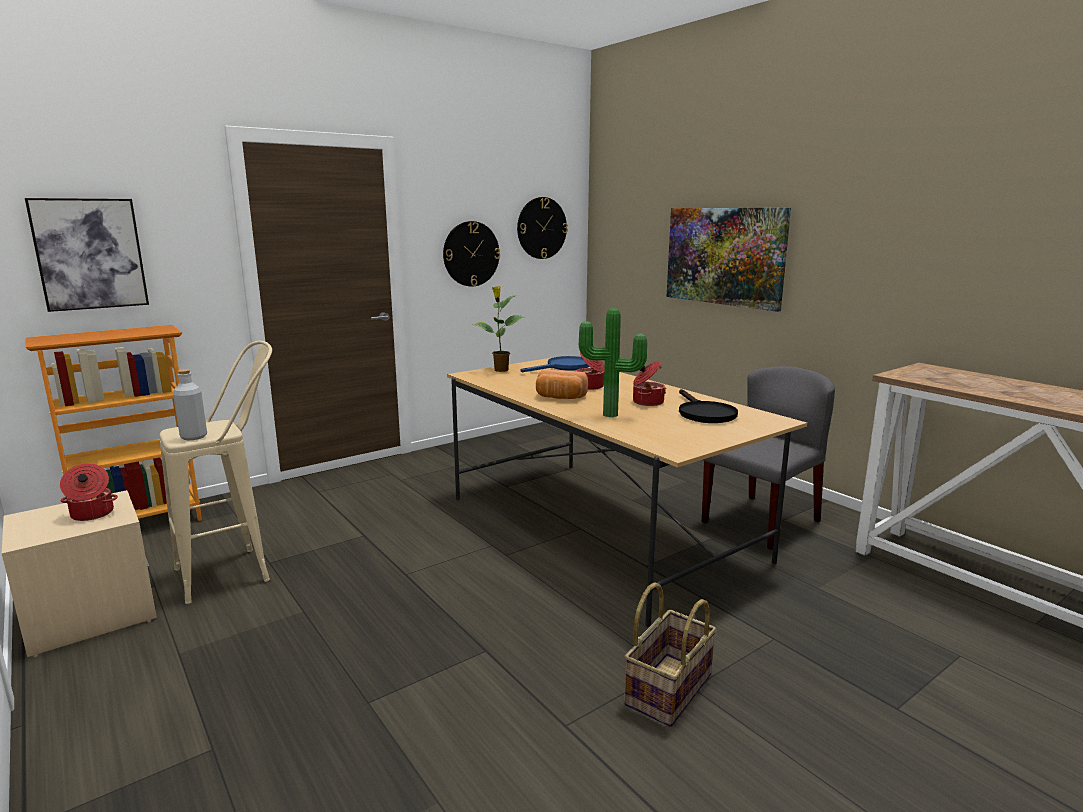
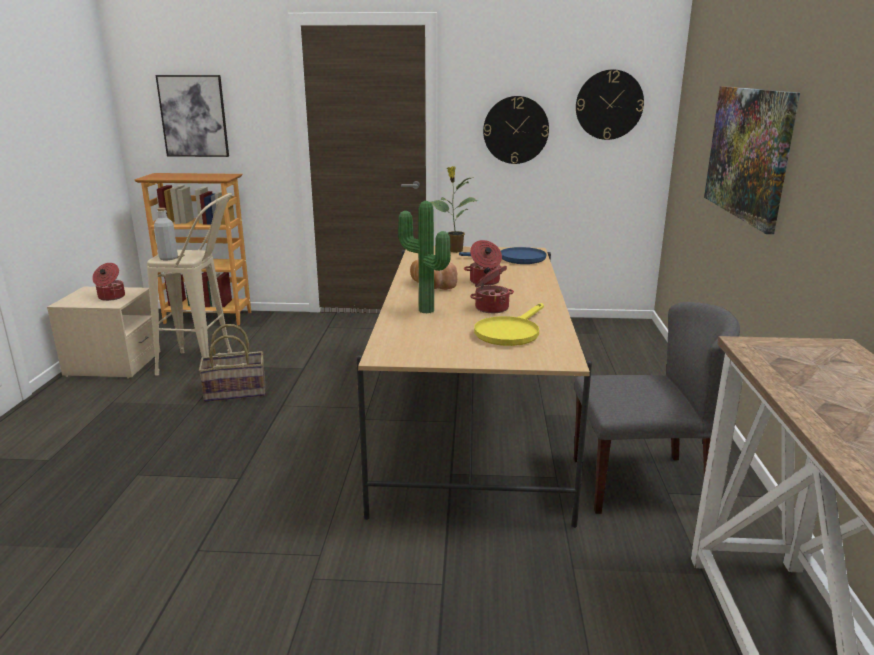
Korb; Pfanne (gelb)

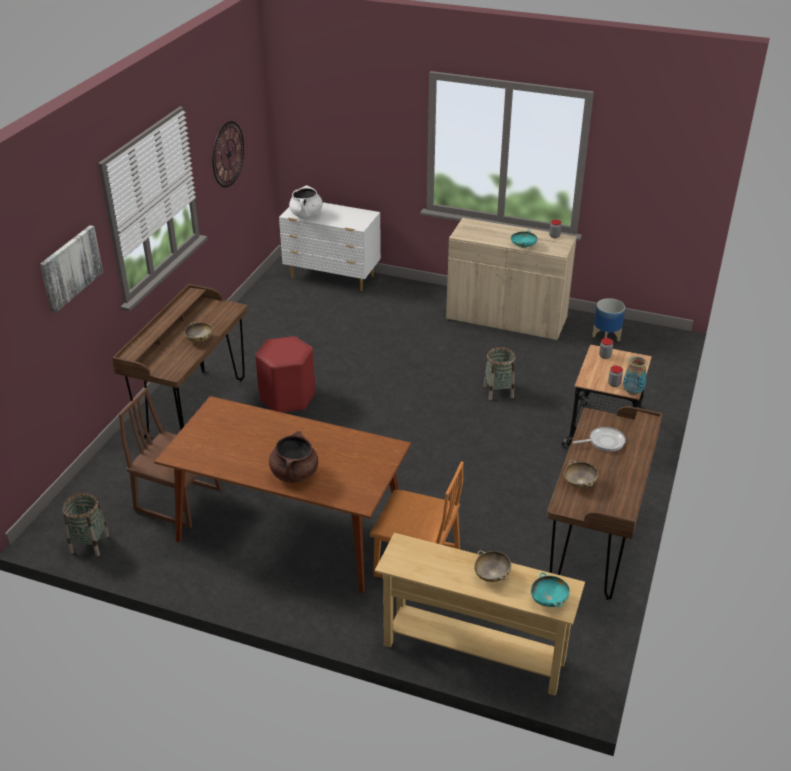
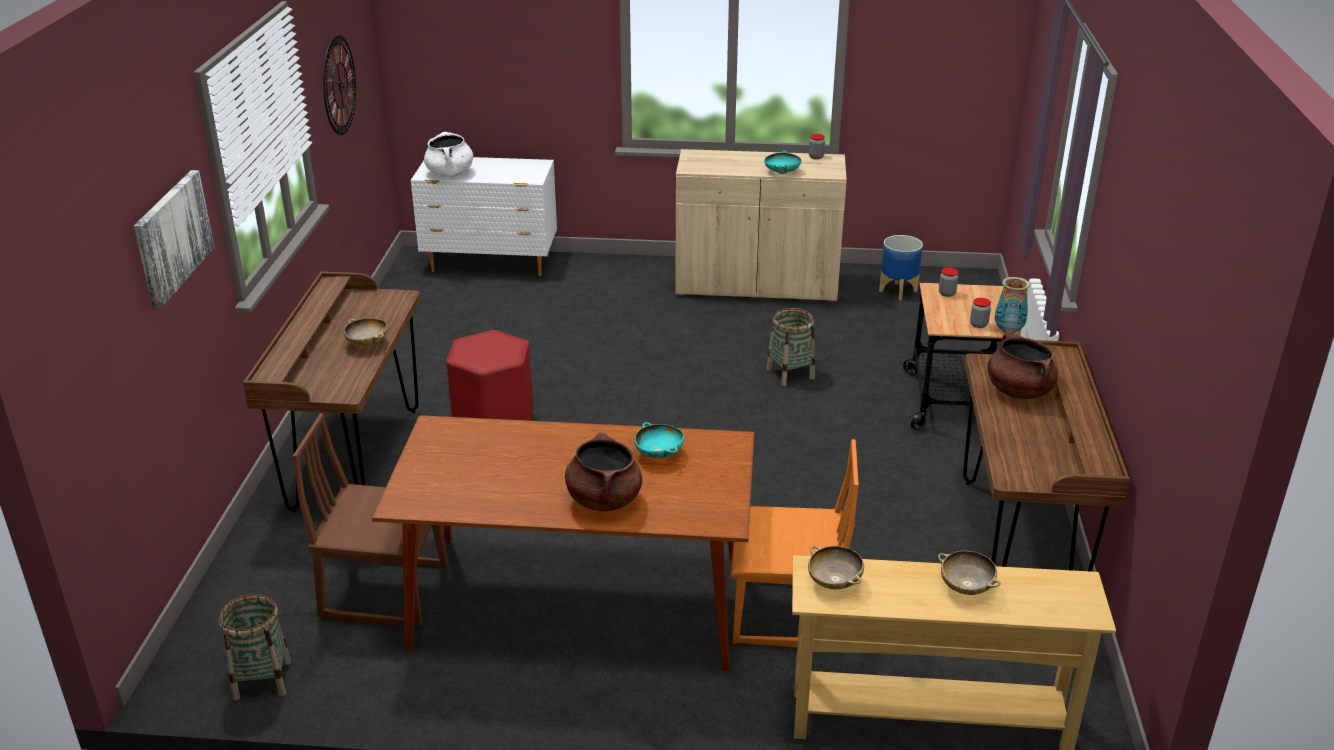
Schüssel (türkis) (no. 1 from left); Schüssel (beige) (no. 2 from left); Kochtopf (braun) (no. 2 from left)

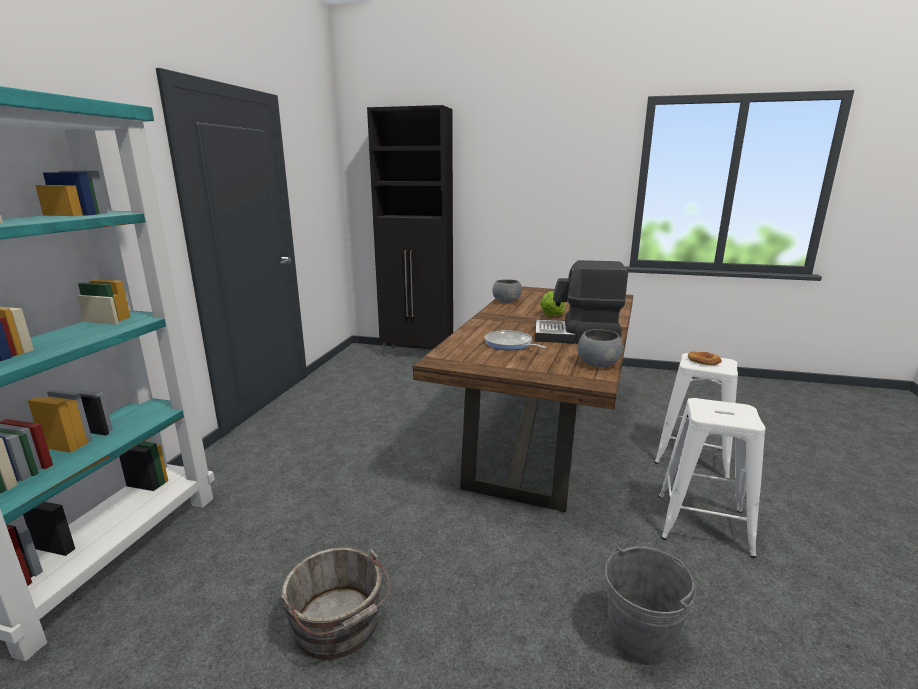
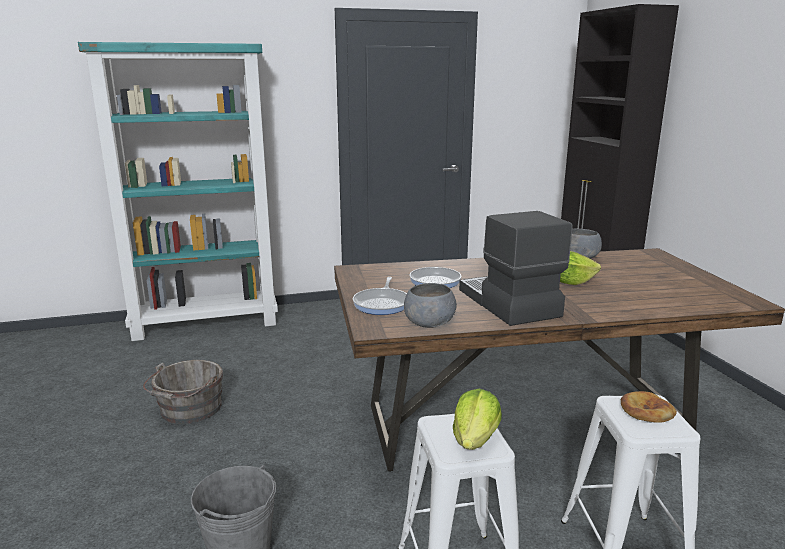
Pfanne (no. 1 from left); Salatkopf (no. 1 from left)

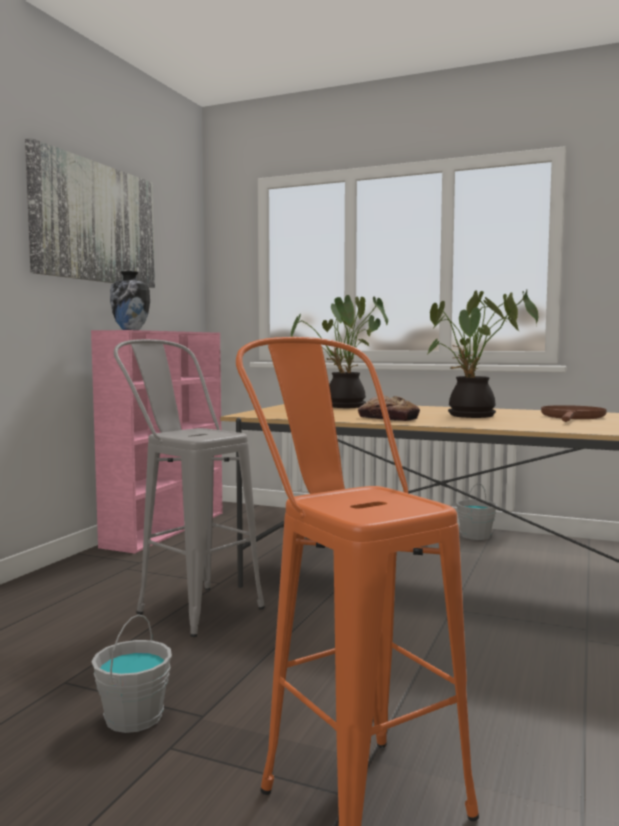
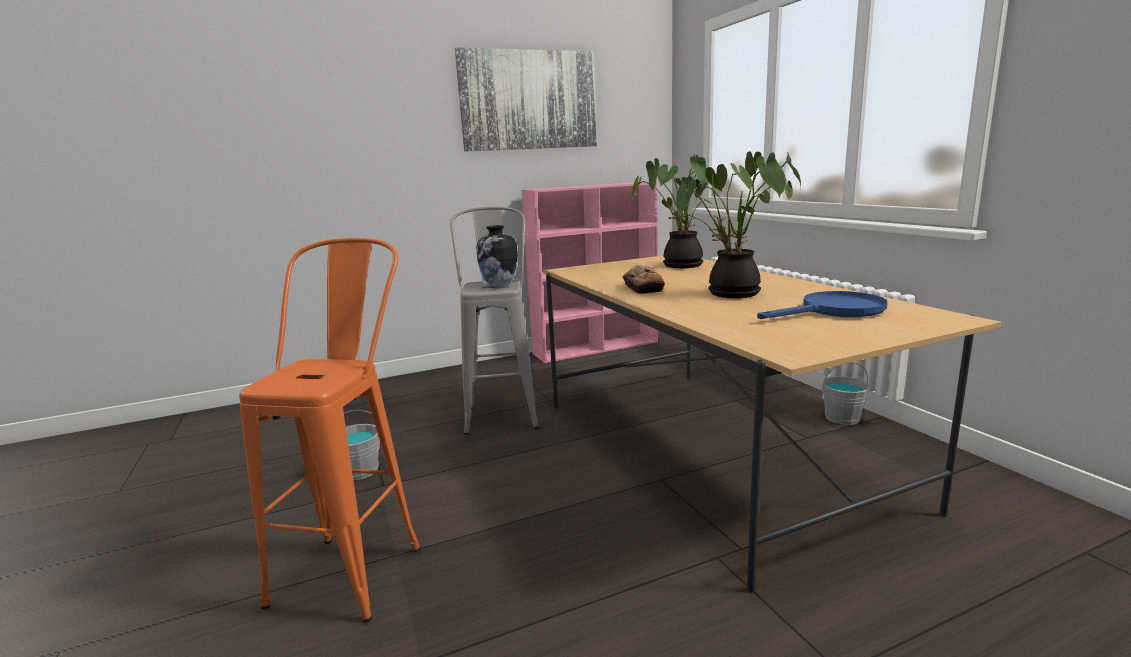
Vase; Pfanne (blau)

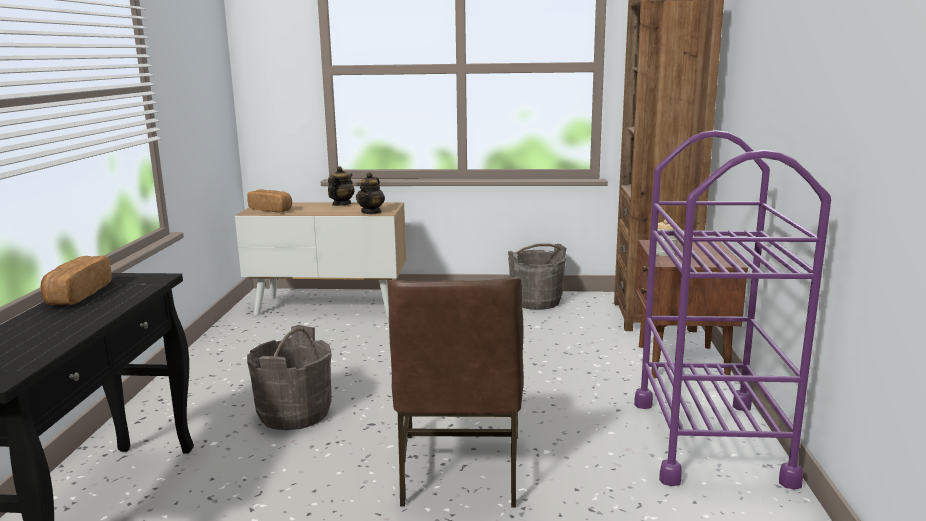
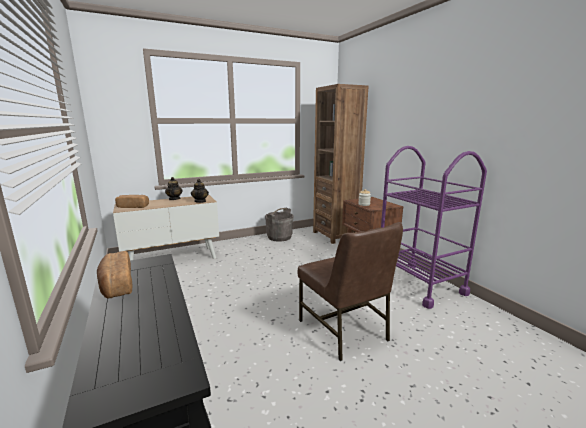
Eimer (grau) (no. 1 from left in the first image)

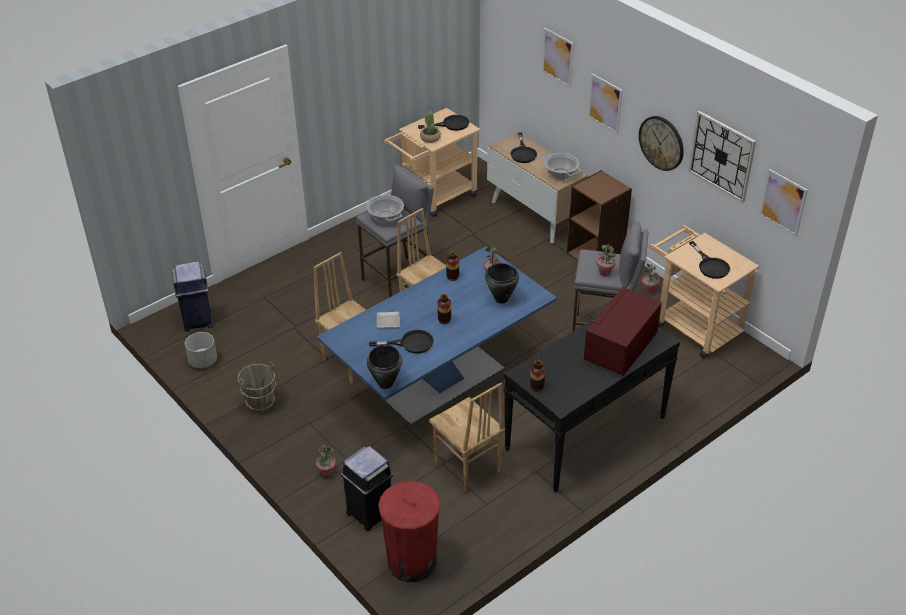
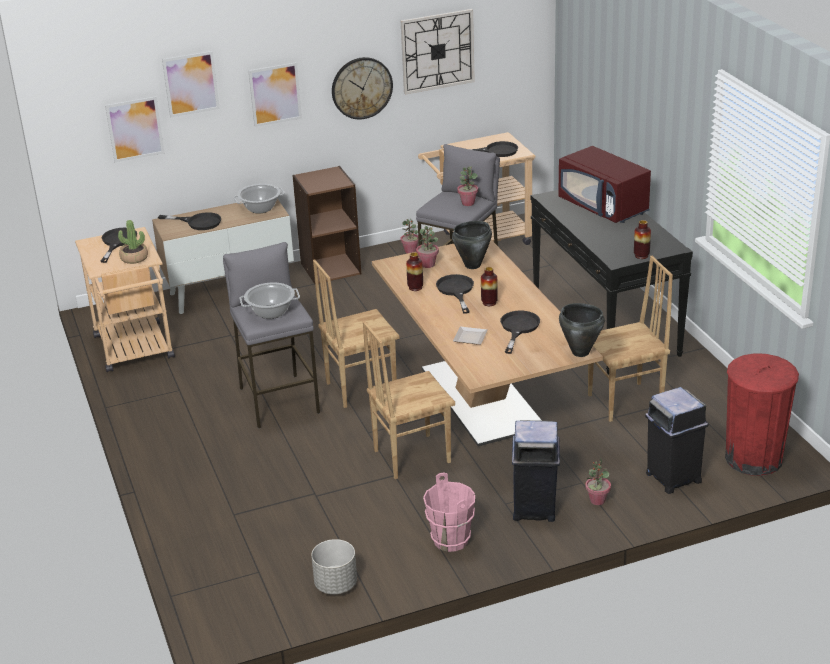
Mülleimer (blau); Eimer (rosa); Esstisch (beige); Bild (no. 1 from left); Pfanne (schwarz) (no. 3 from left)

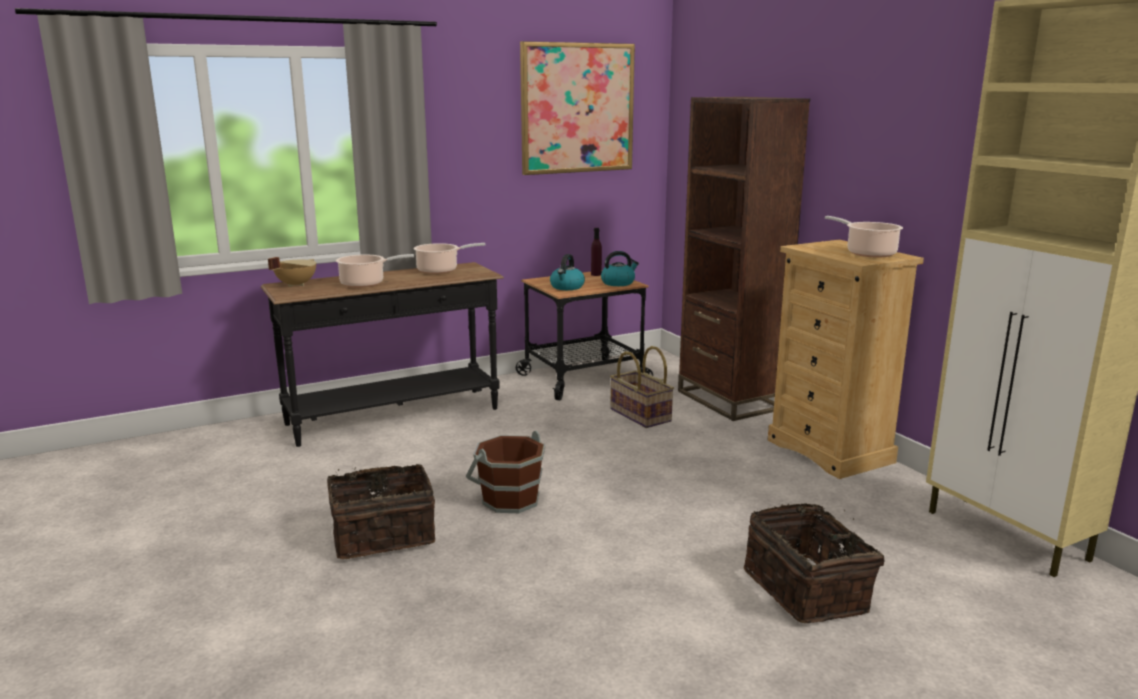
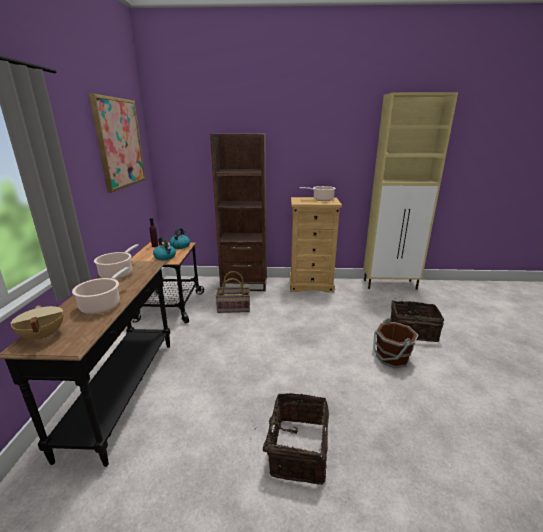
Eimer (braun)

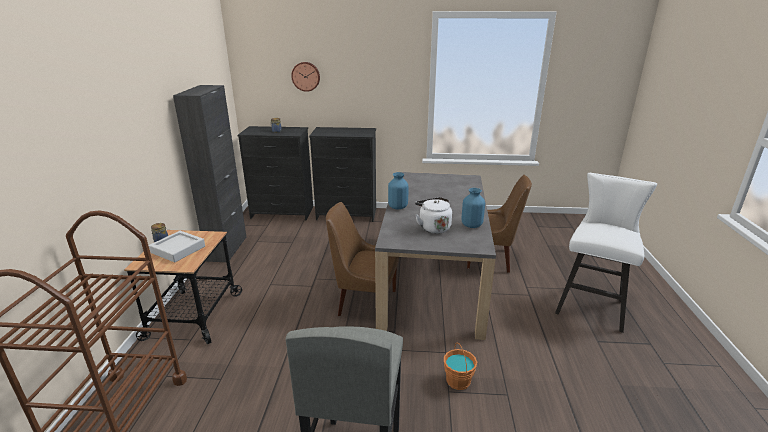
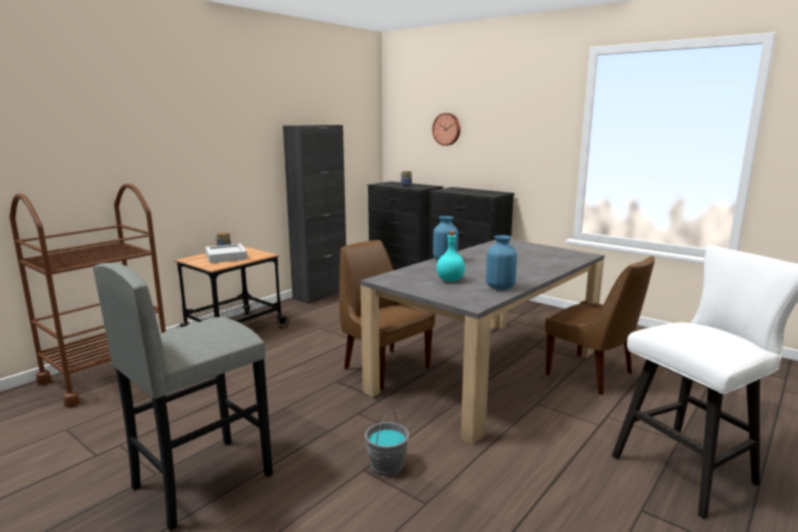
Flasche (türkis); Eimer (grau)

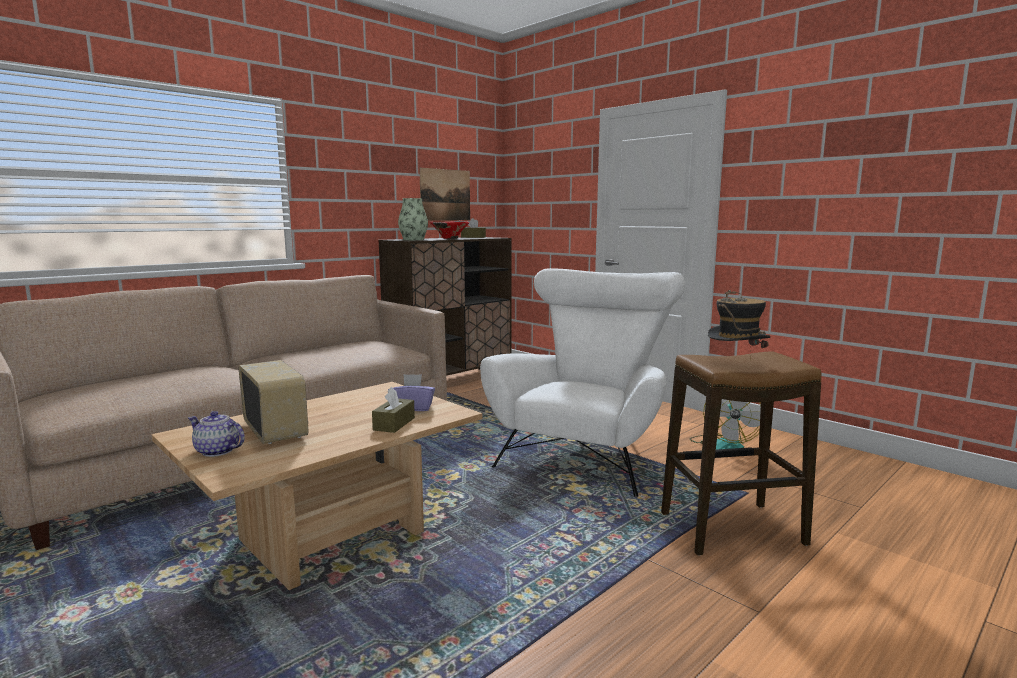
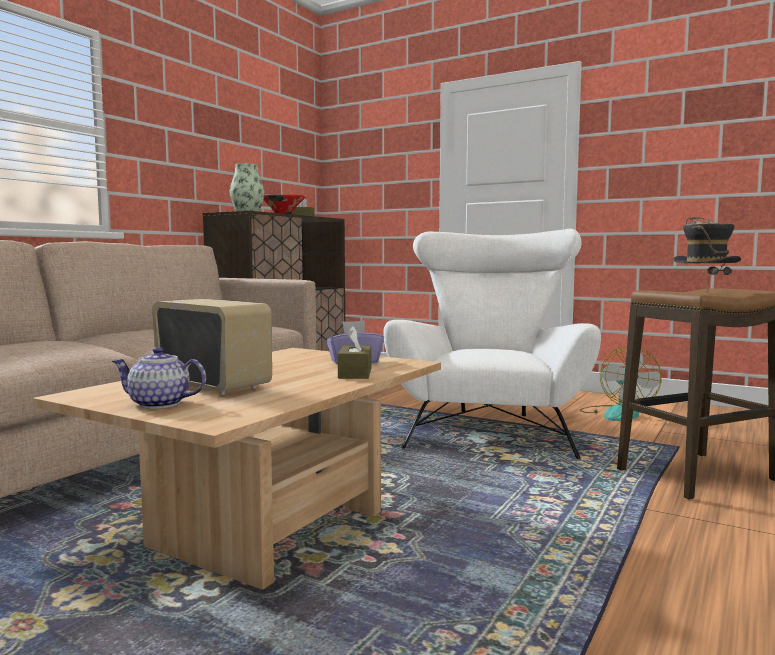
Bild

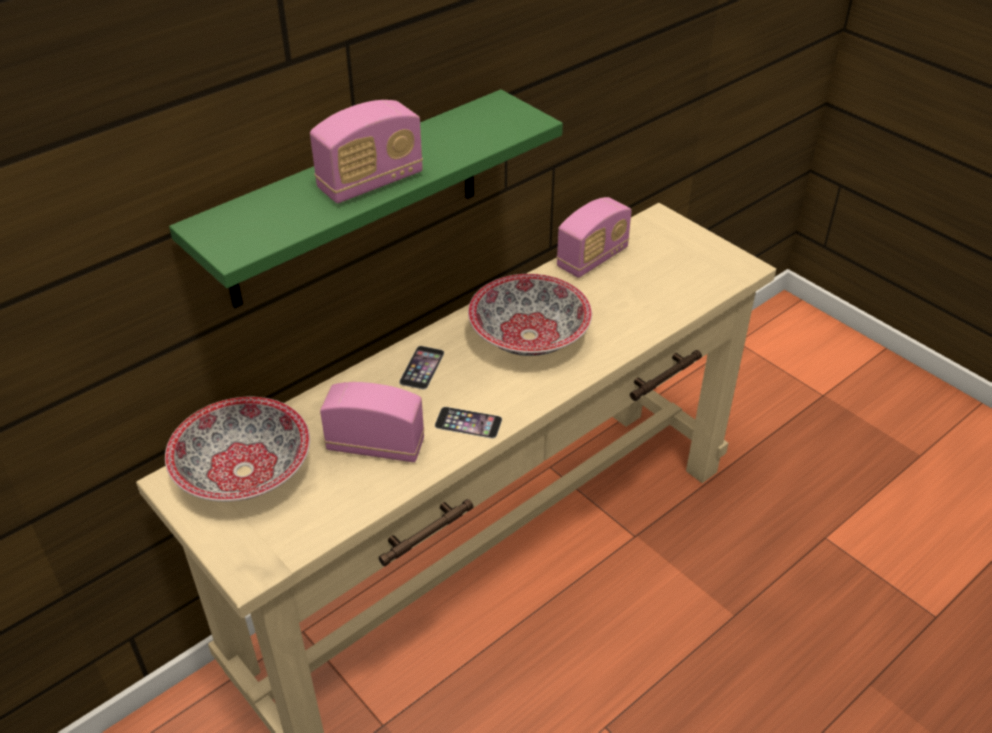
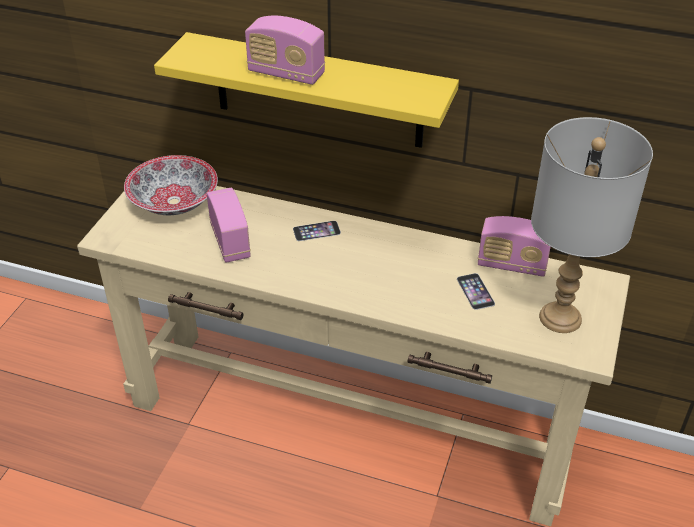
Wandregal (gelb); Handy (no. 2 from left); Schüssel (no. 2 from left in the first image); Tischlampe (grau)

